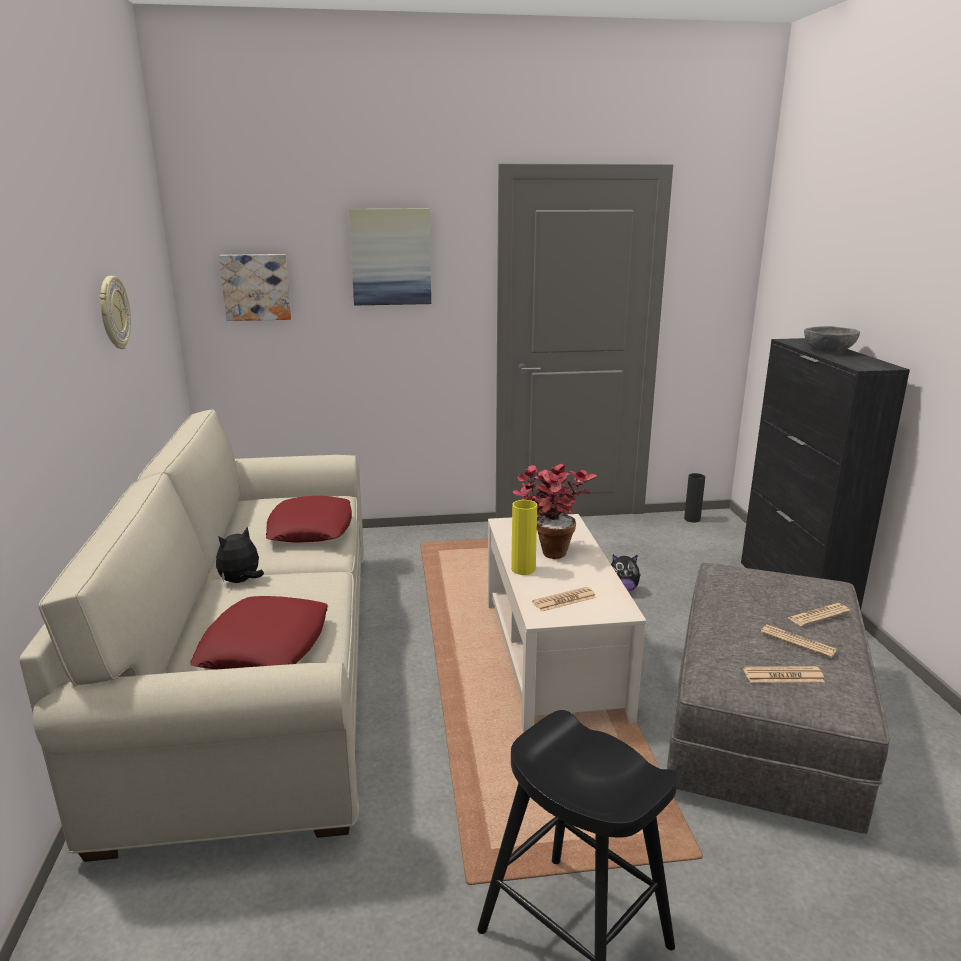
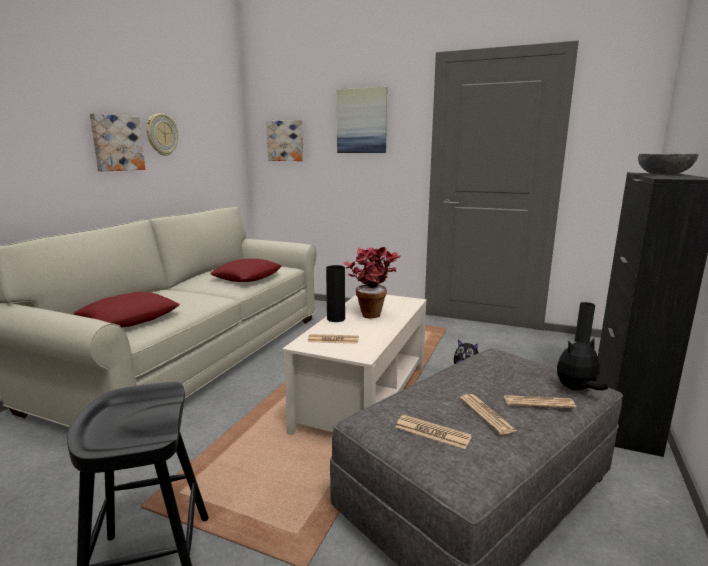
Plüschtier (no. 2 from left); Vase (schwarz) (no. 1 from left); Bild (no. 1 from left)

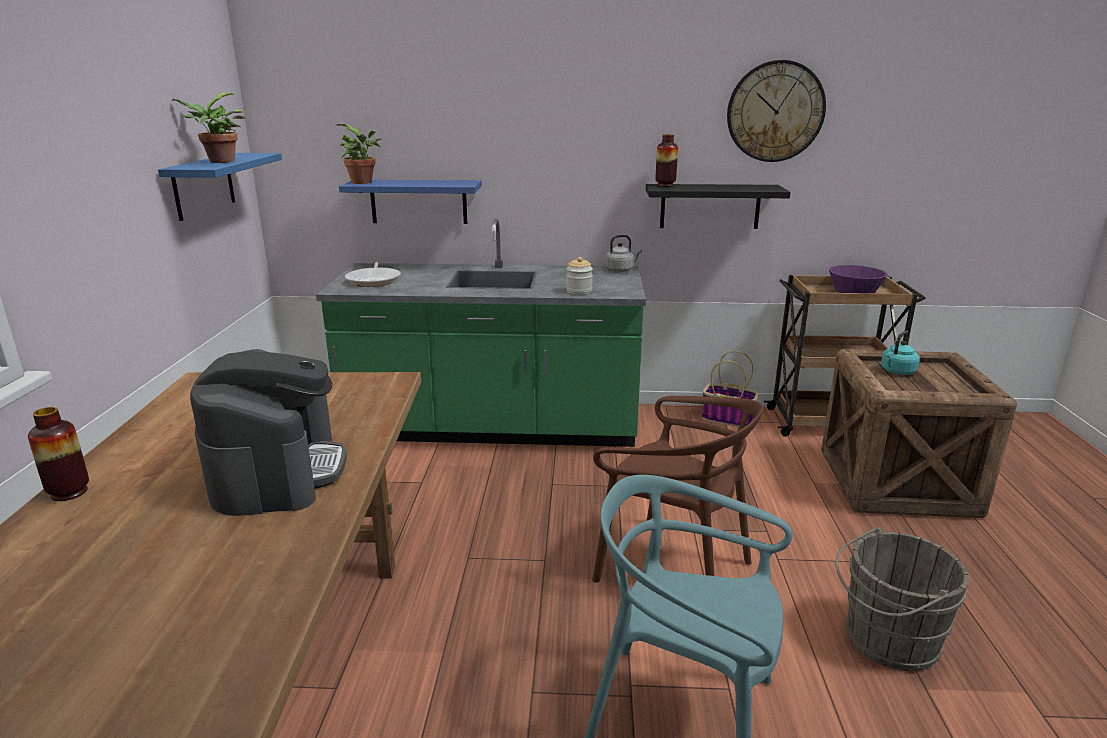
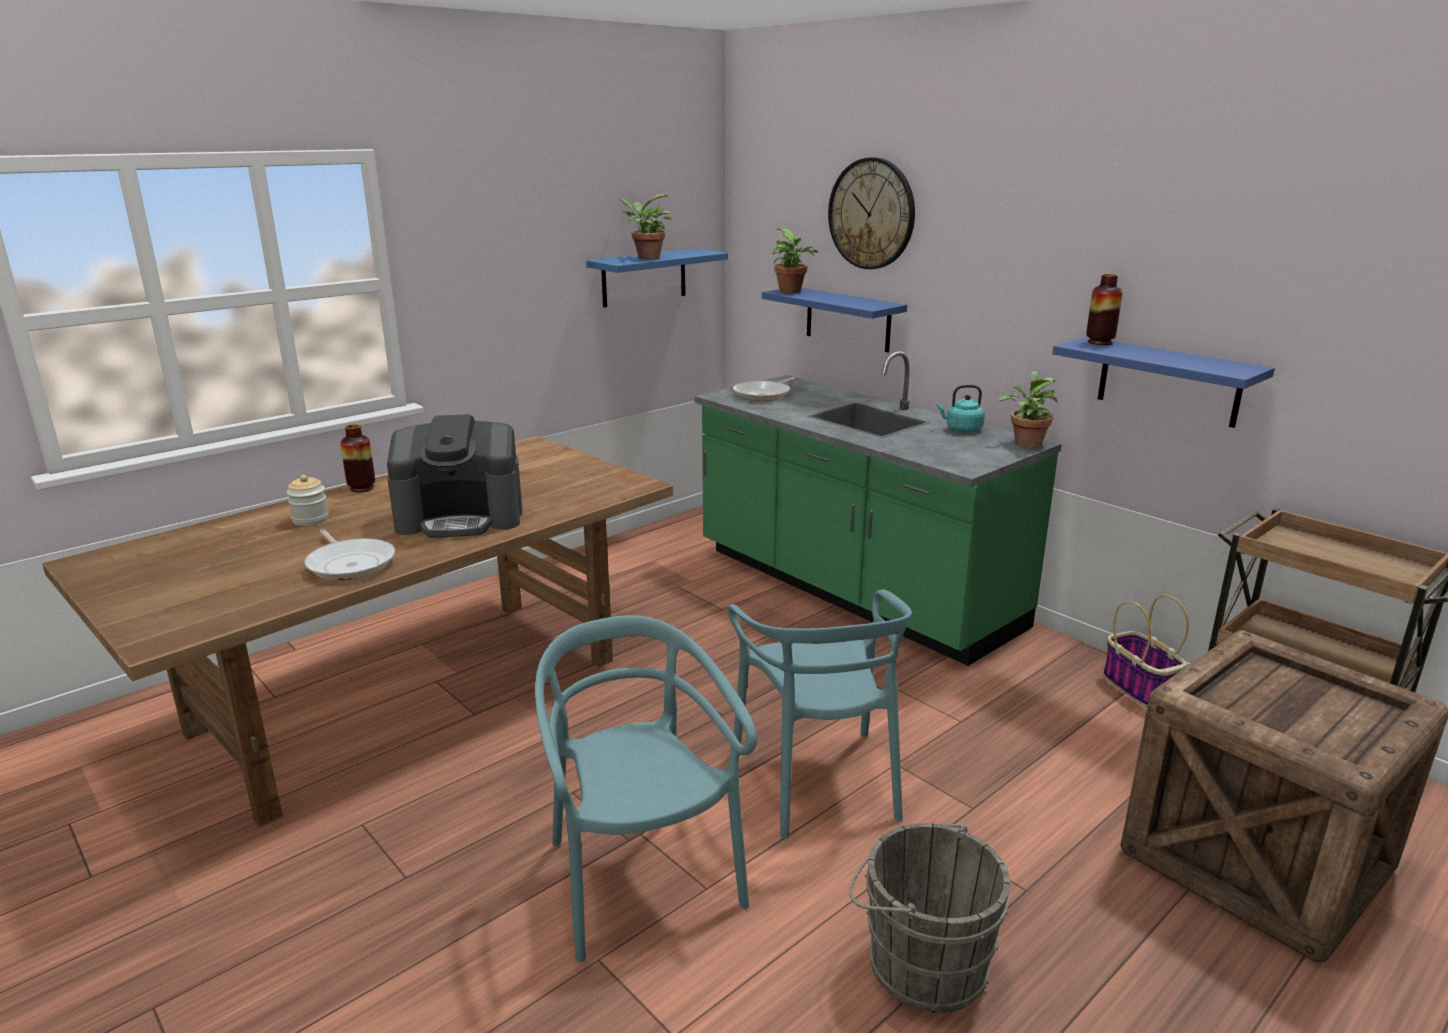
Kaffeemaschine; Vorratsglas; Stuhl (türkis) (no. 2 from left); Topfpflanze (no. 3 from left); Wandregal (blau) (no. 3 from left); Wanduhr; Schüssel (lila); Wasserkessel (türkis); Pfanne (no. 1 from left)

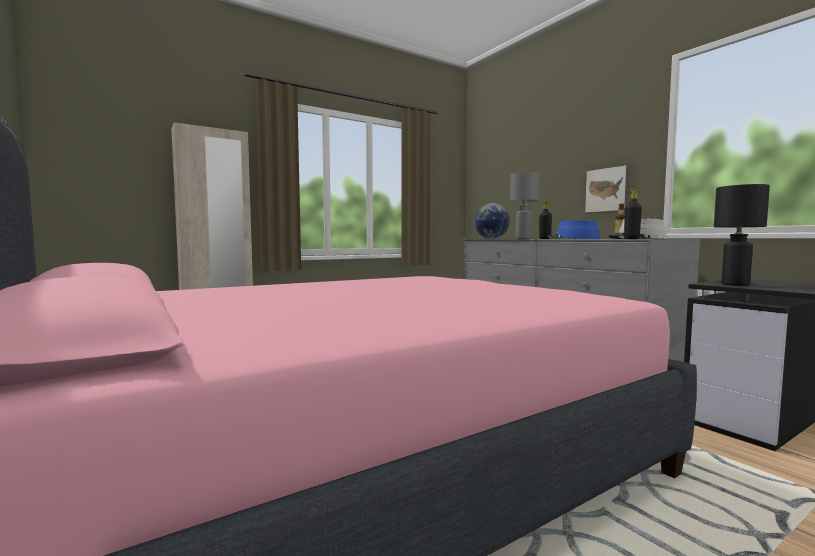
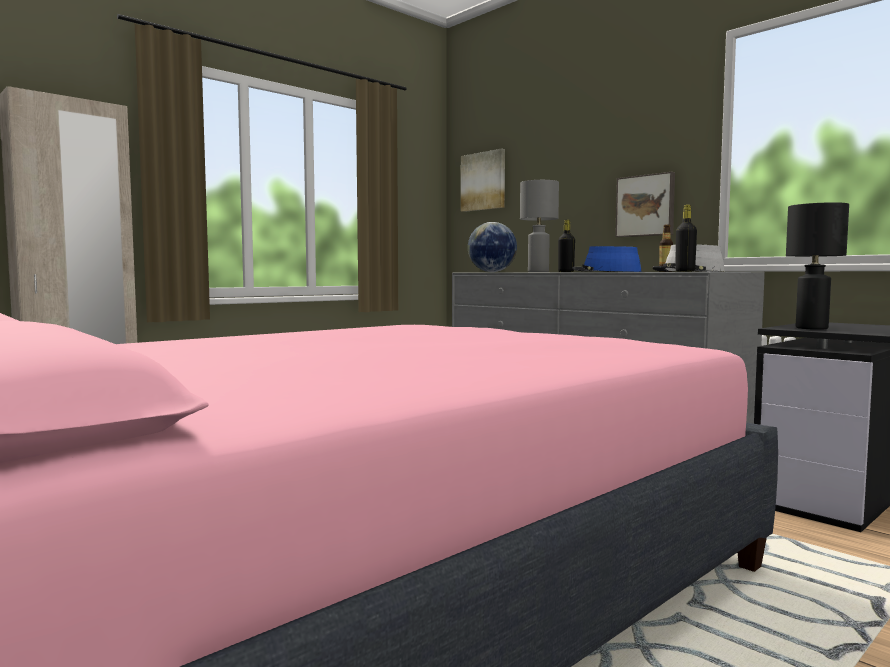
Bild (no. 1 from left)

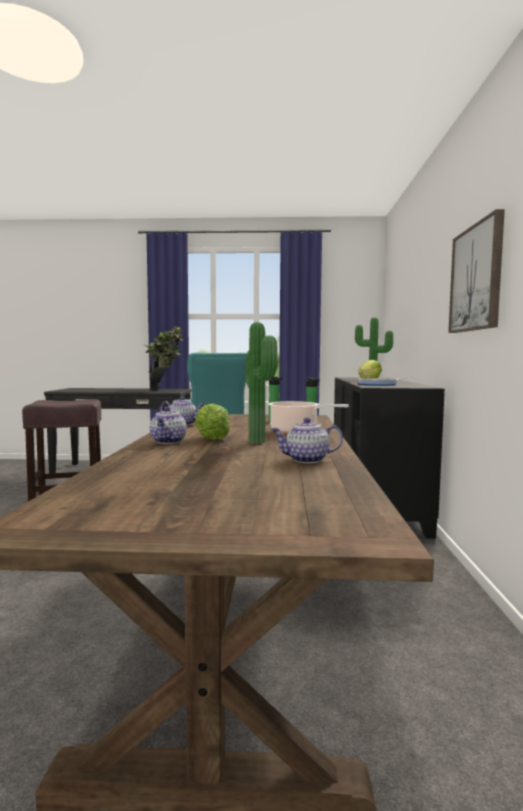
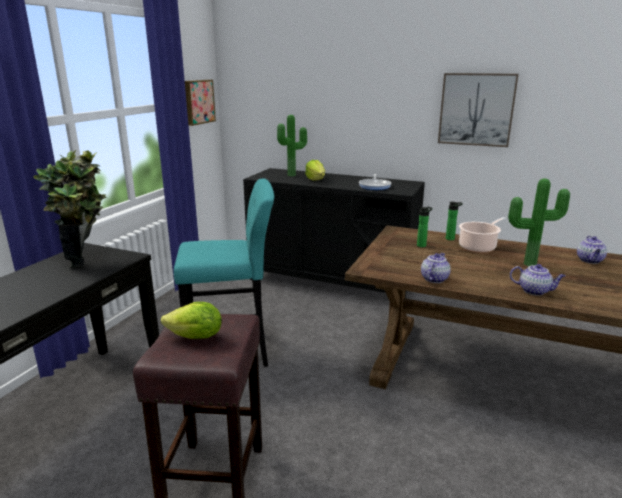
Salatkopf (no. 1 from left); Bild (no. 1 from left)

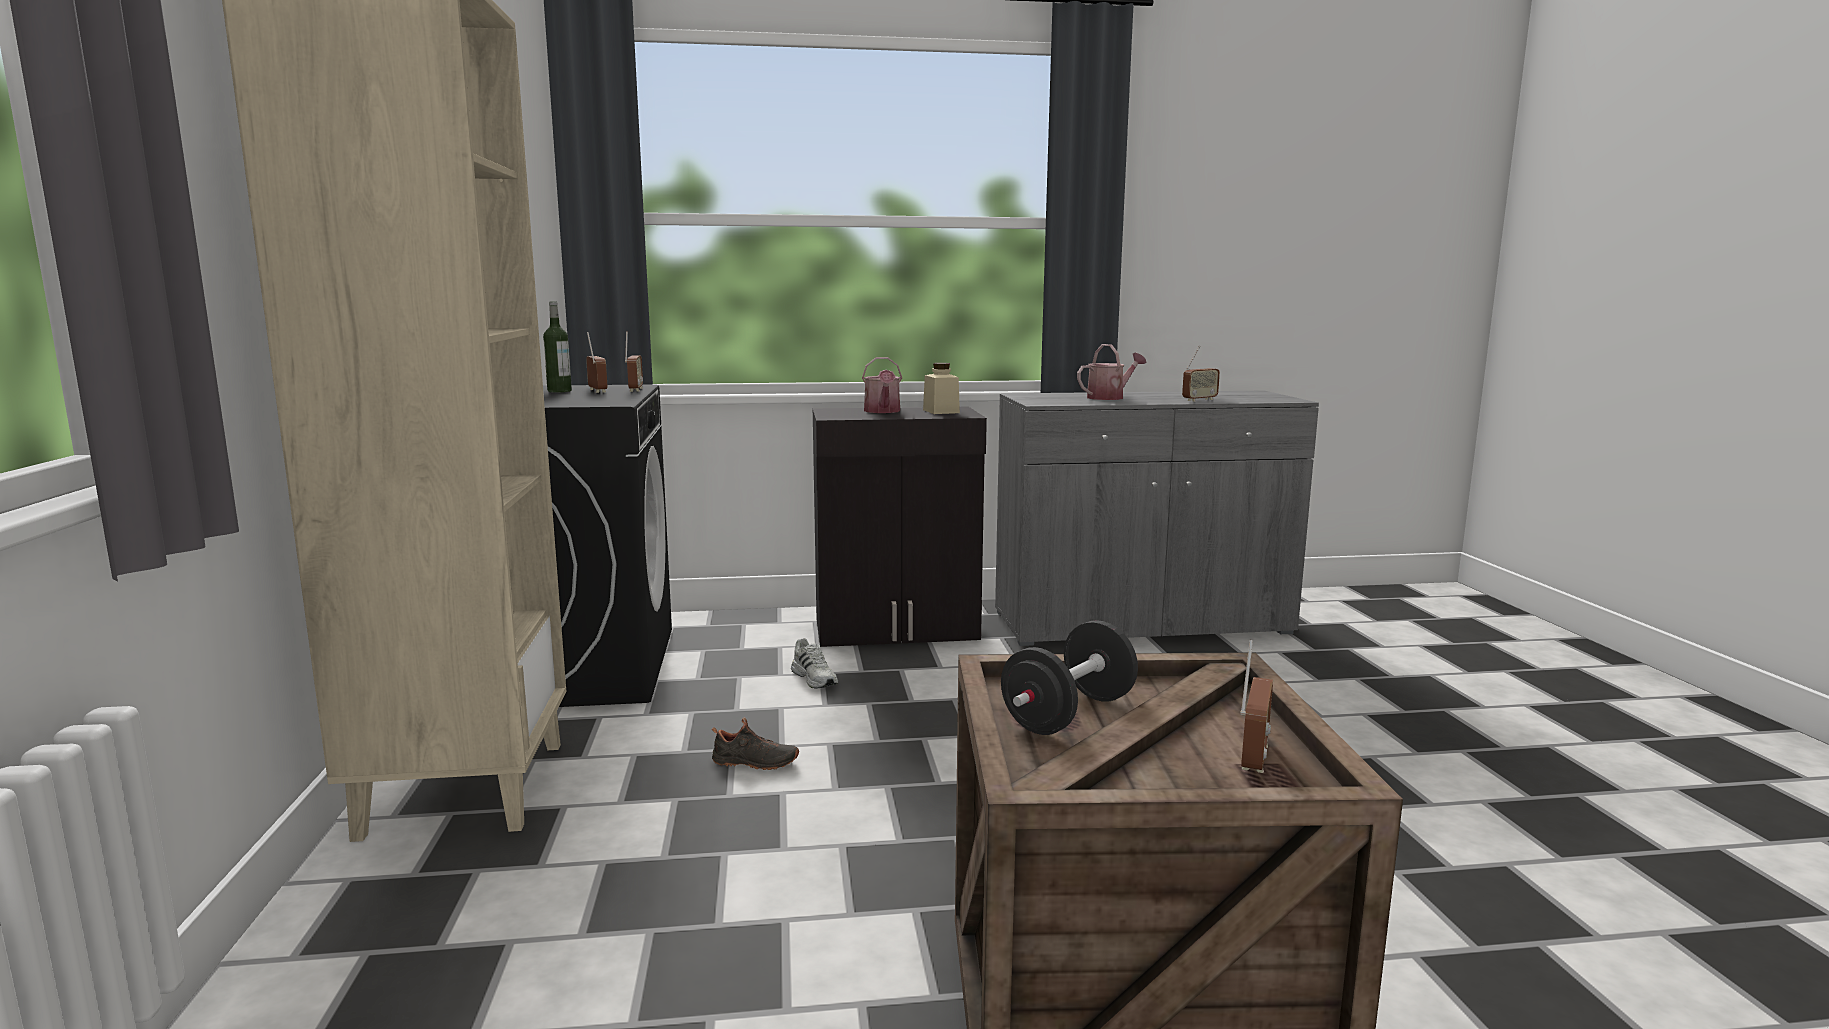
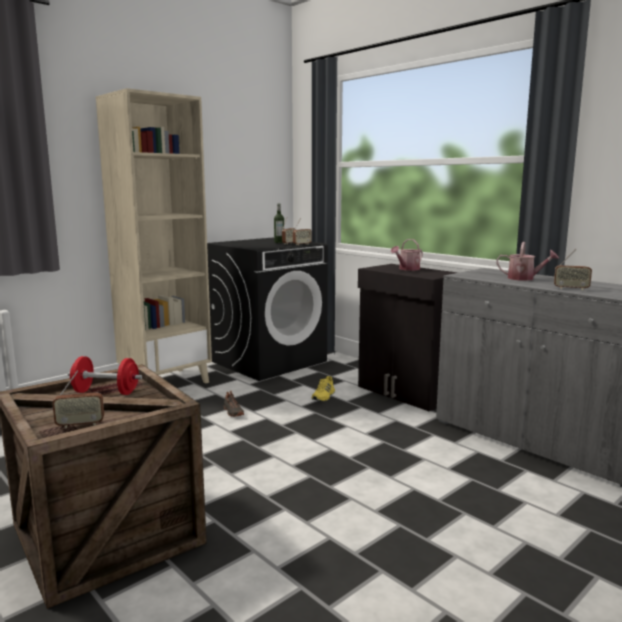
Schuh (gelb); Vorratsglas (beige); Hantel (rot)

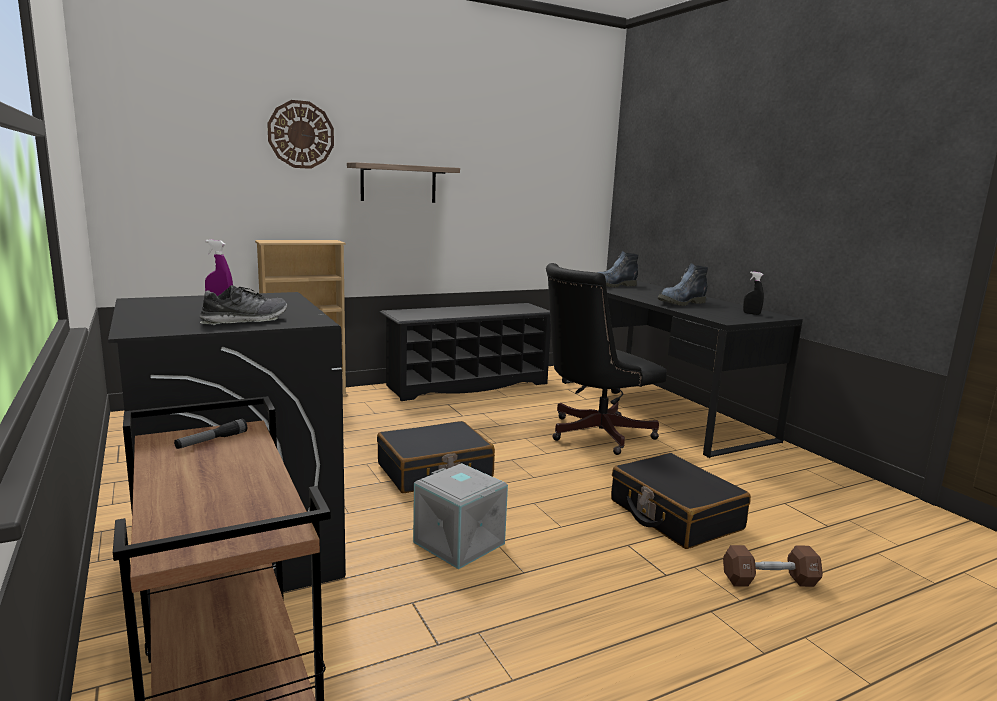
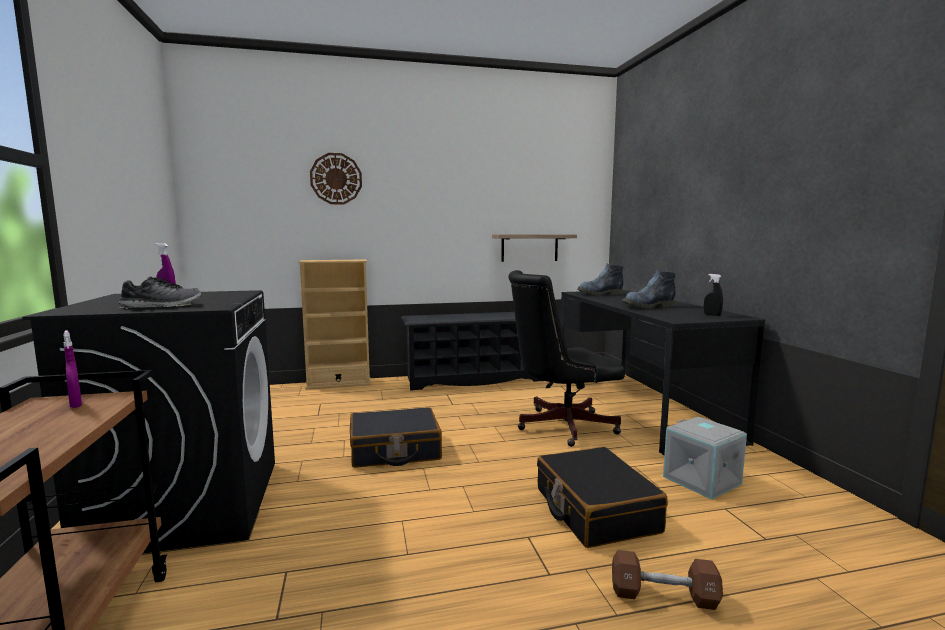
Sprühflasche (lila) (no. 1 from left); Wandregal; Aufbewahrungsbox (grau)

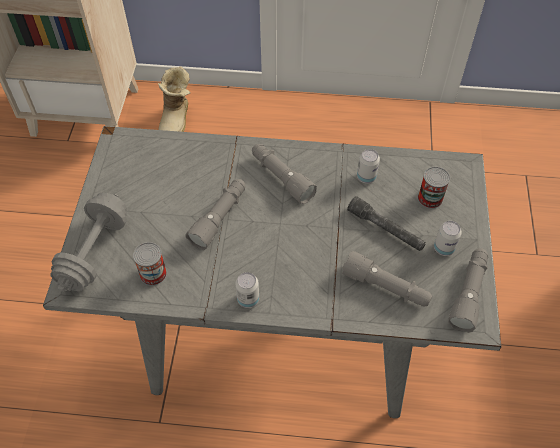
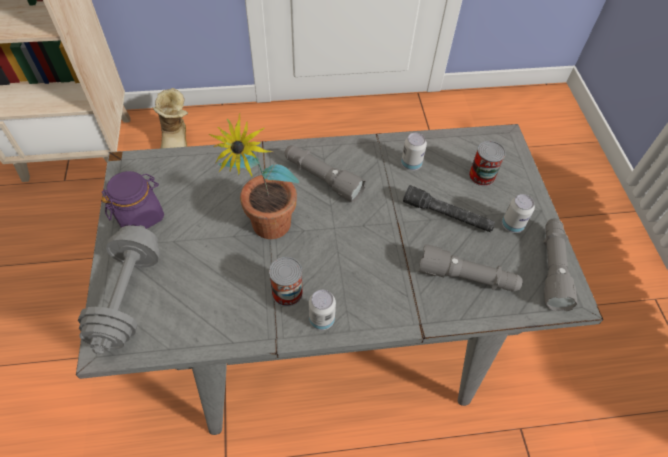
Dose (no. 1 from left); Topfpflanze; Vorratsglas (lila)

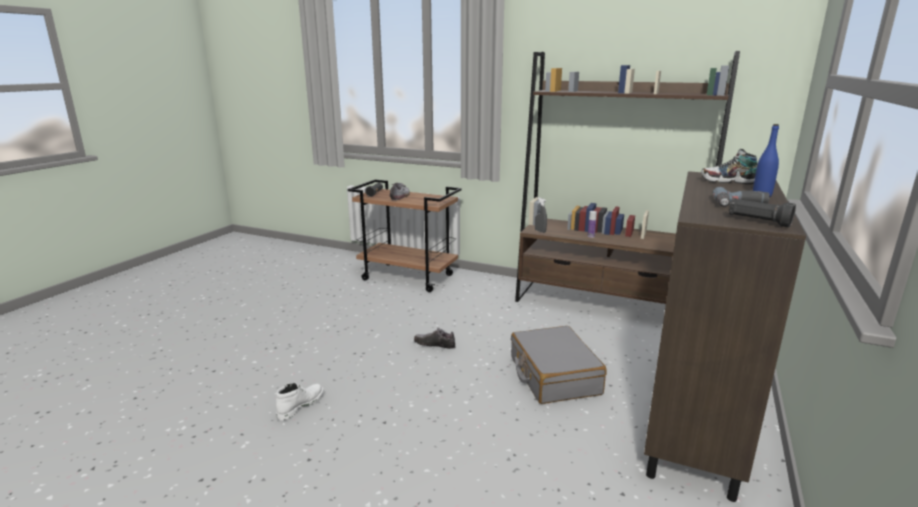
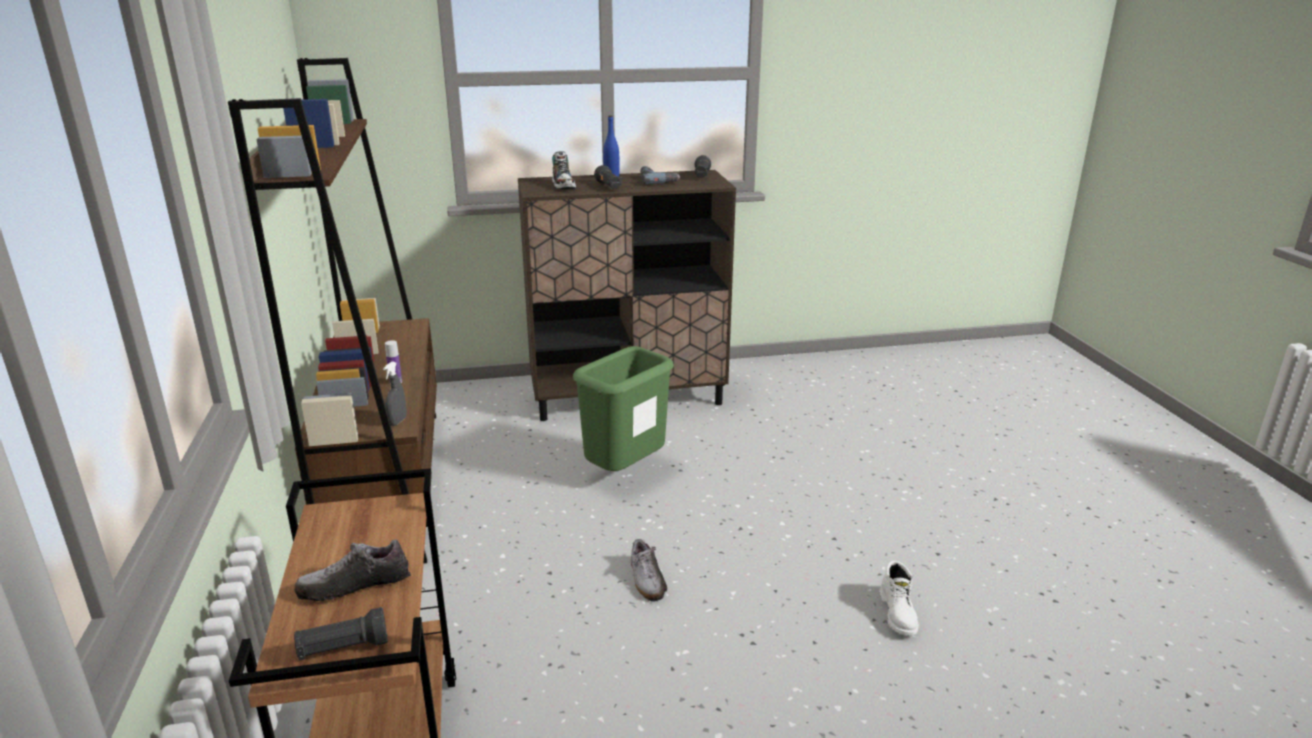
Stiefel (weiß); Mülleimer (grün); Taschenlampe (schwarz) (no. 2 from left)

